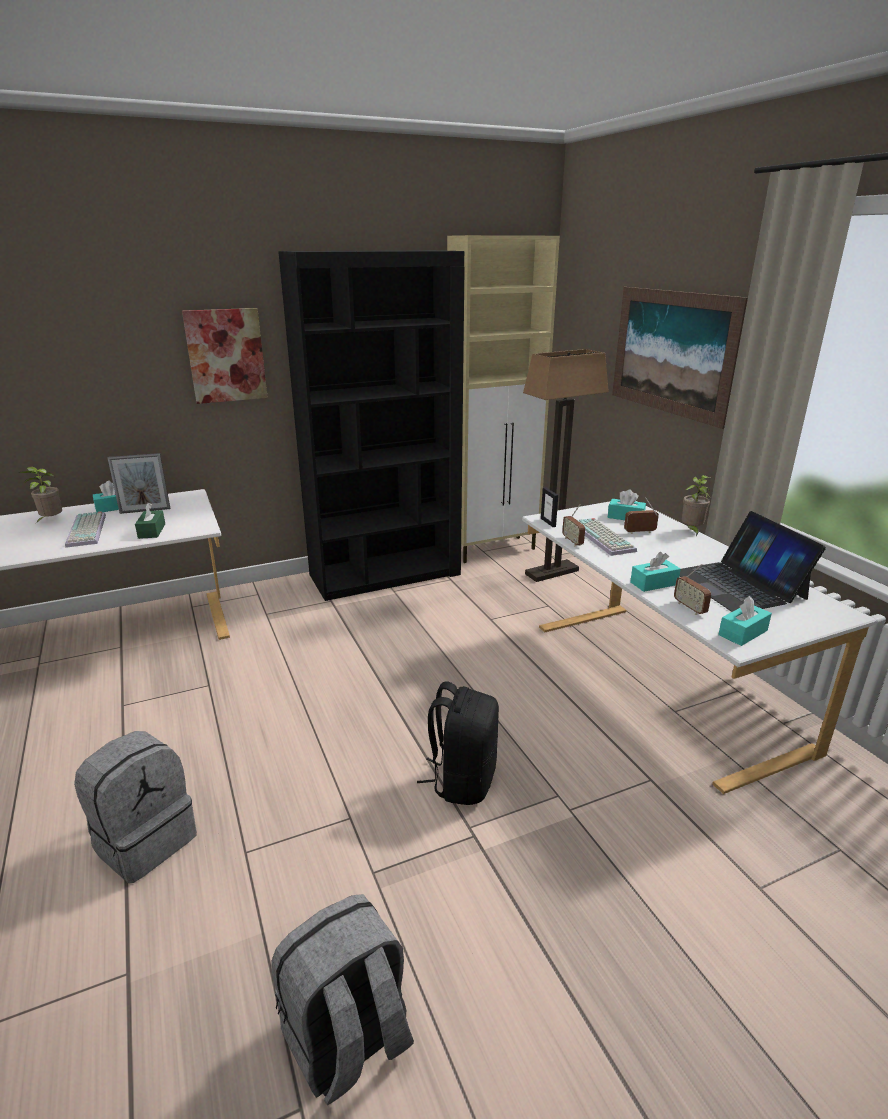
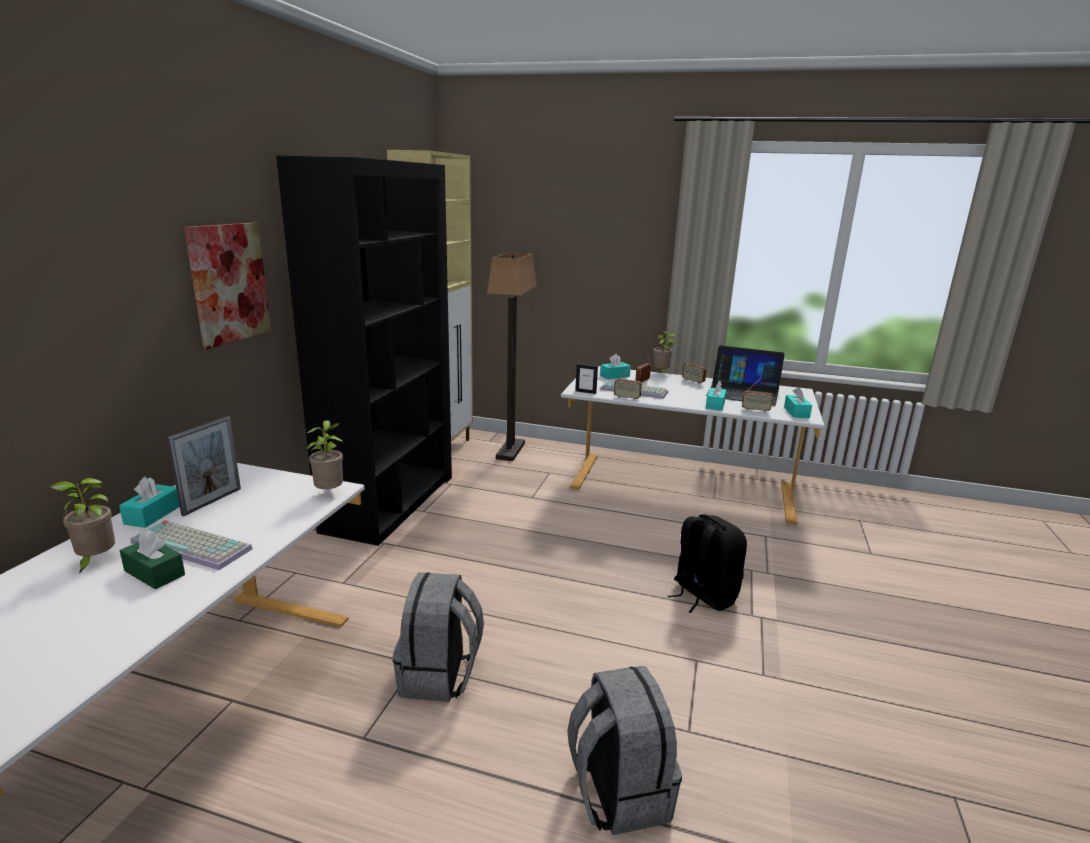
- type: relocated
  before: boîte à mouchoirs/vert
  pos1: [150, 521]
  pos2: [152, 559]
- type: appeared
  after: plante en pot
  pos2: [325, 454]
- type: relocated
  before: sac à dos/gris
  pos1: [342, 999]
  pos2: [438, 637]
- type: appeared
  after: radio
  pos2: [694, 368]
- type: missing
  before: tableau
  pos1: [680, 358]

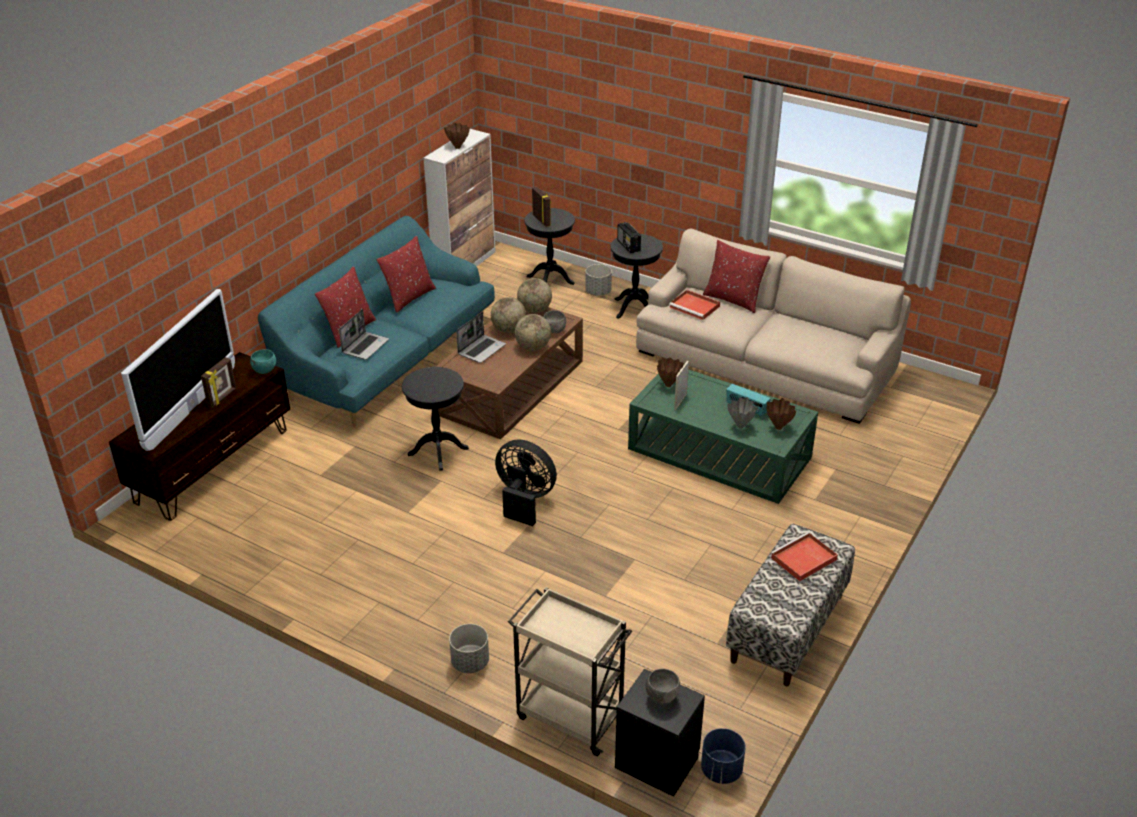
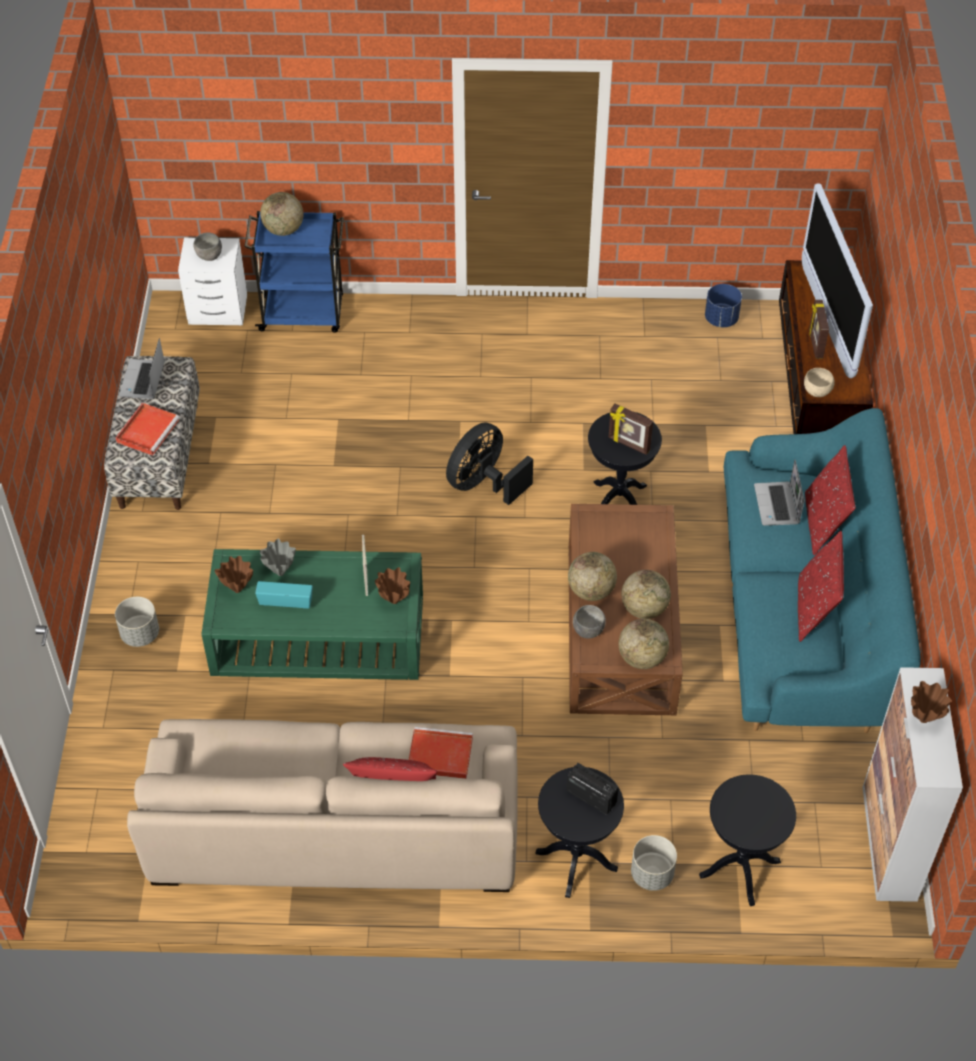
- type: relocated
  before: cache-pot/gris
  pos1: [469, 648]
  pos2: [137, 622]
- type: relocated
  before: ordinateur portable
  pos1: [481, 337]
  pos2: [141, 368]
- type: colour
  before: table de chevet/noir
  after: table de chevet/blanc
  pos1: [660, 733]
  pos2: [212, 281]
- type: colour
  before: chariot/beige
  after: chariot/bleu
  pos1: [570, 671]
  pos2: [294, 272]
- type: appeared
  after: globe
  pos2: [281, 214]
- type: spun
  before: ventilateur/noir
  pos1: [526, 482]
  pos2: [489, 463]
  turn: 135
- type: relocated
  before: cadre photo
  pos1: [541, 207]
  pos2: [631, 429]
- type: relocated
  before: cache-pot/bleu
  pos1: [723, 756]
  pos2: [723, 305]
- type: colour
  before: bol/turquoise
  after: bol/beige
  pos1: [263, 361]
  pos2: [819, 382]

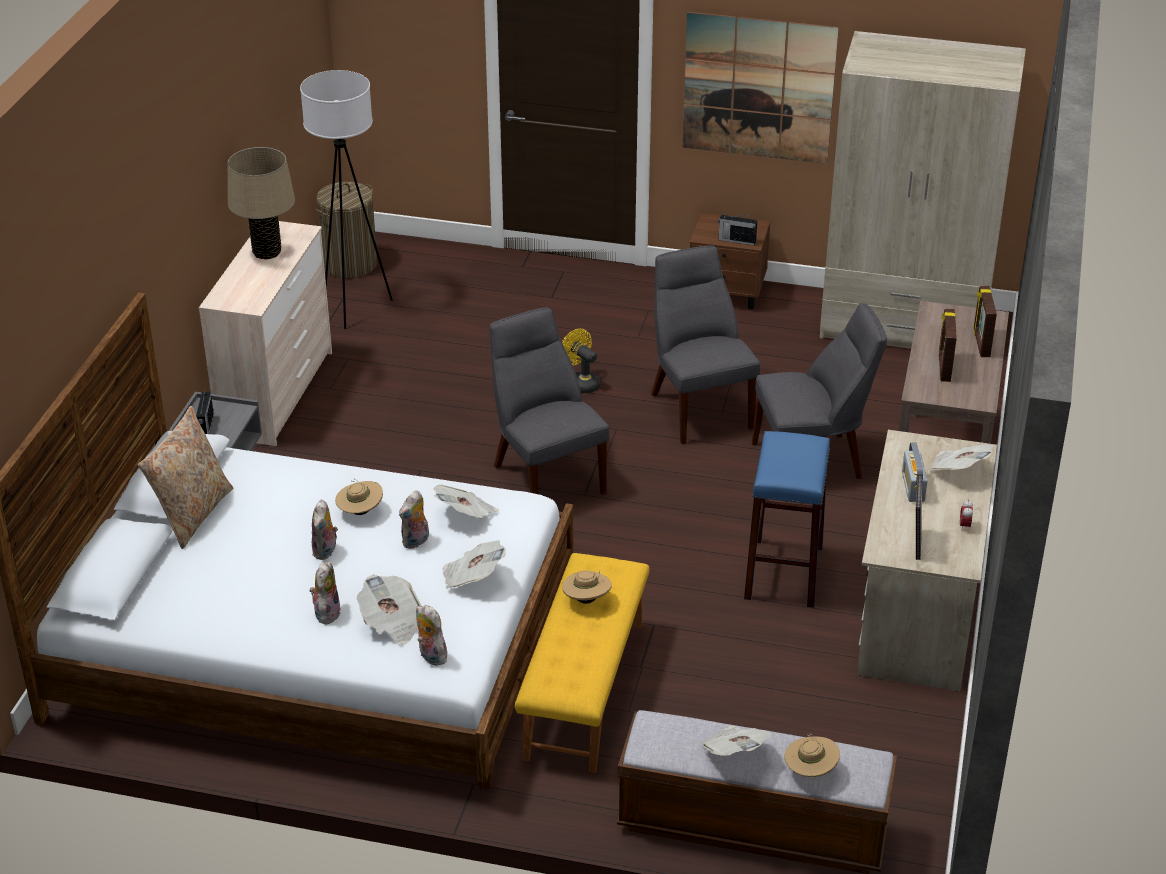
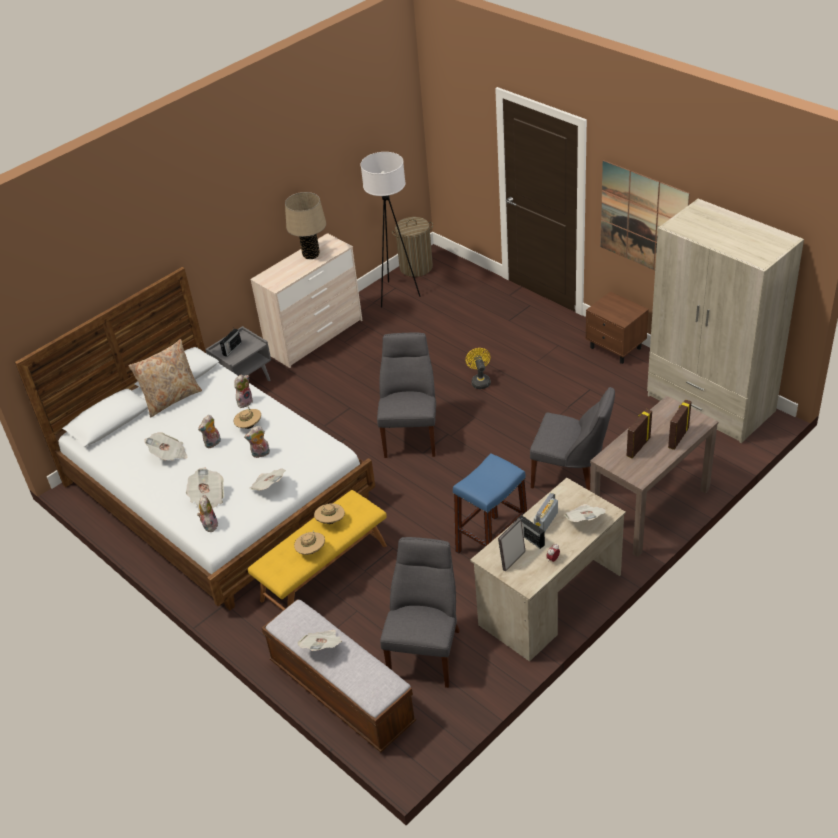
- type: relocated
  before: journal
  pos1: [466, 502]
  pos2: [165, 446]
- type: relocated
  before: peluche
  pos1: [325, 593]
  pos2: [243, 391]
- type: relocated
  before: chapeau/beige
  pos1: [812, 755]
  pos2: [309, 543]
- type: relocated
  before: chaise/gris
  pos1: [705, 344]
  pos2: [420, 612]
- type: relocated
  before: radio
  pos1: [737, 230]
  pos2: [531, 532]

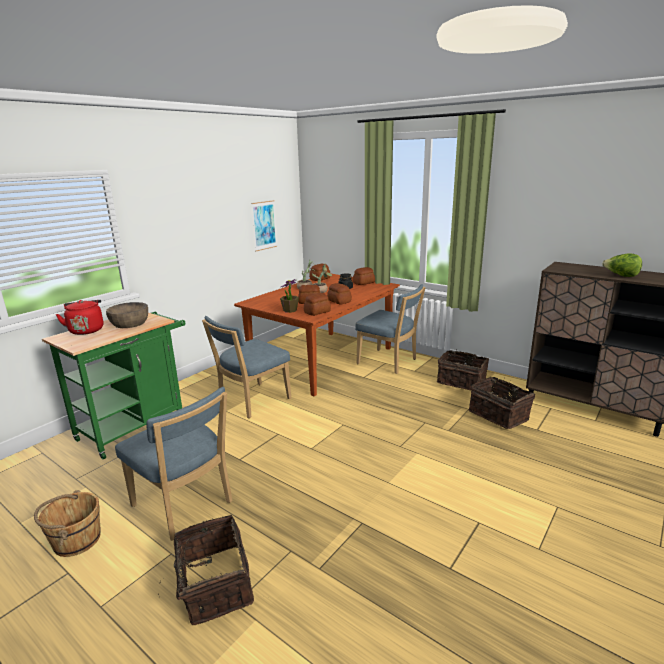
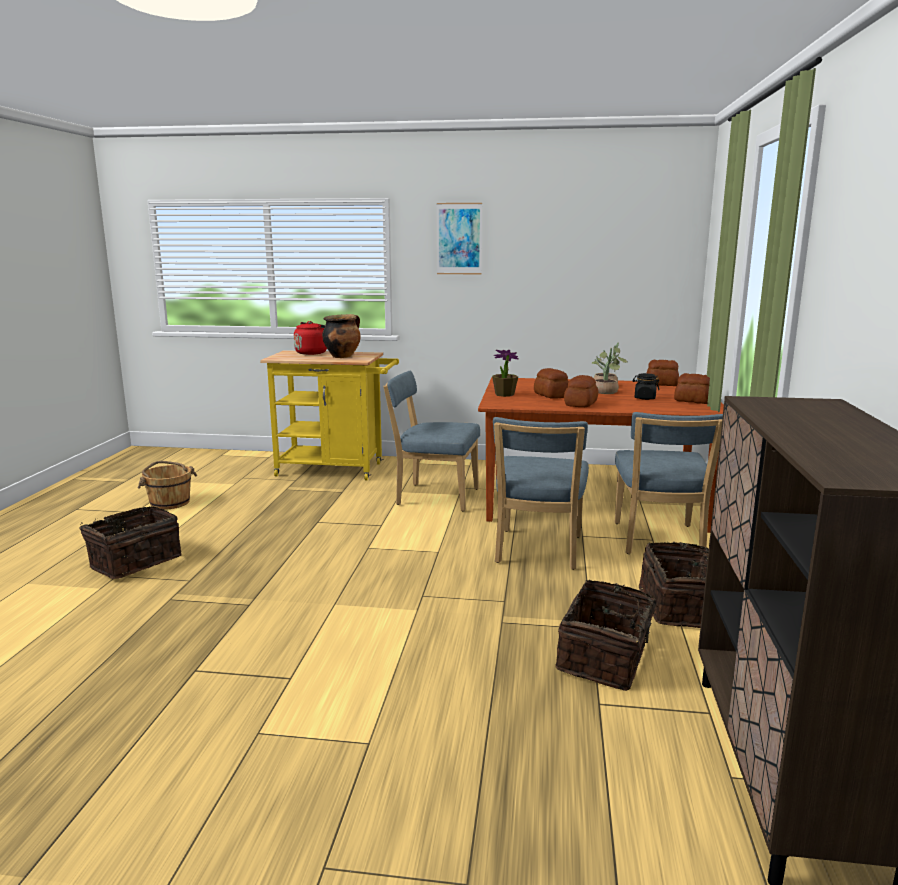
- type: colour
  before: chariot/vert
  after: chariot/jaune
  pos1: [113, 386]
  pos2: [329, 415]
- type: exchanged
  before: bol/marron
  after: marmite
  pos1: [127, 315]
  pos2: [341, 336]
- type: relocated
  before: tableau
  pos1: [264, 225]
  pos2: [459, 238]
- type: relocated
  before: chaise/bleu
  pos1: [173, 464]
  pos2: [541, 493]
- type: missing
  before: pain
  pos1: [317, 304]
- type: missing
  before: laitue
  pos1: [622, 265]

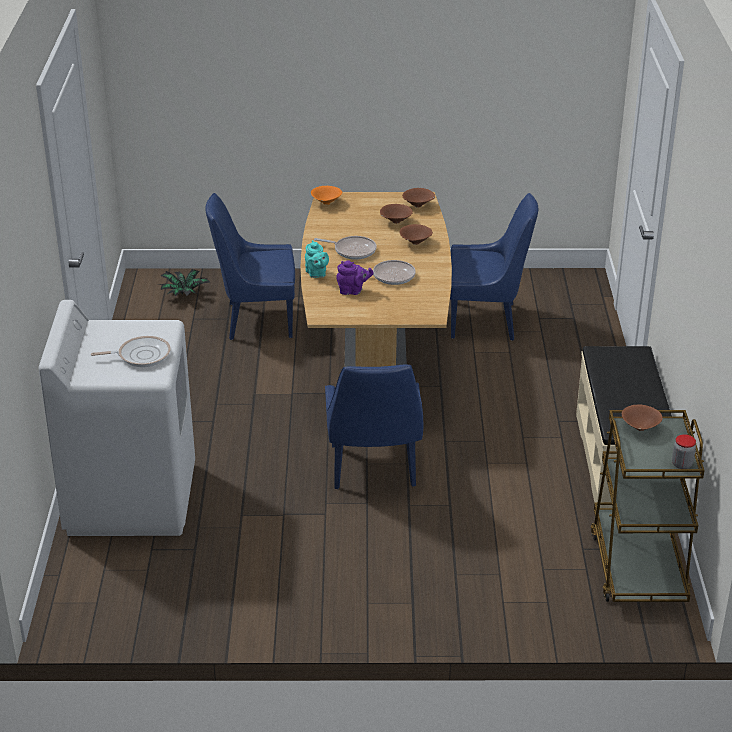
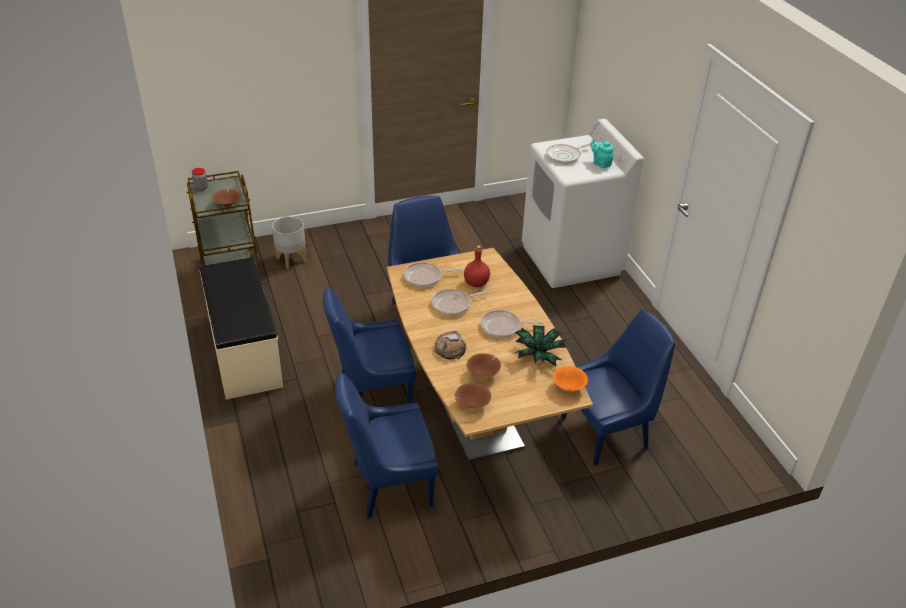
- type: appeared
  after: cache-pot/gris
  pos2: [289, 242]
- type: appeared
  after: chaise/bleu
  pos2: [369, 345]
- type: appeared
  after: poêle
  pos2: [433, 274]
- type: exchanged
  before: bol/marron
  after: pain
  pos1: [416, 234]
  pos2: [450, 345]
- type: exchanged
  before: théière/violet
  after: bouteille/rouge
  pos1: [355, 278]
  pos2: [477, 266]
- type: relocated
  before: plante en pot
  pos1: [185, 282]
  pos2: [541, 345]
- type: relocated
  before: théière/turquoise
  pos1: [317, 259]
  pos2: [602, 153]

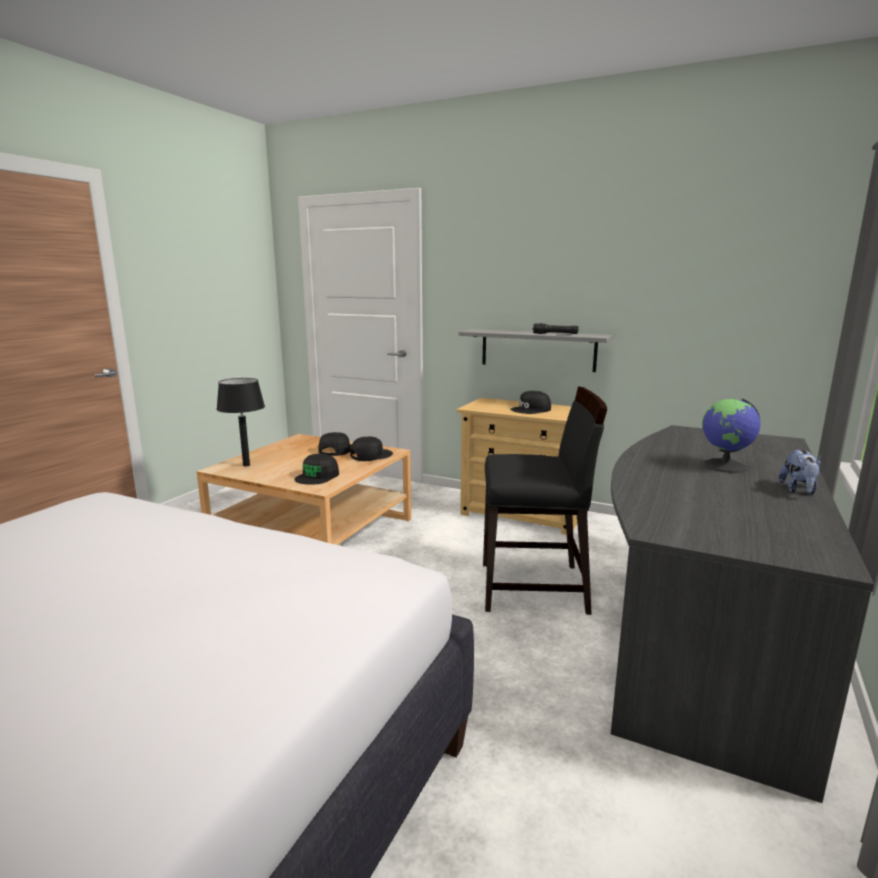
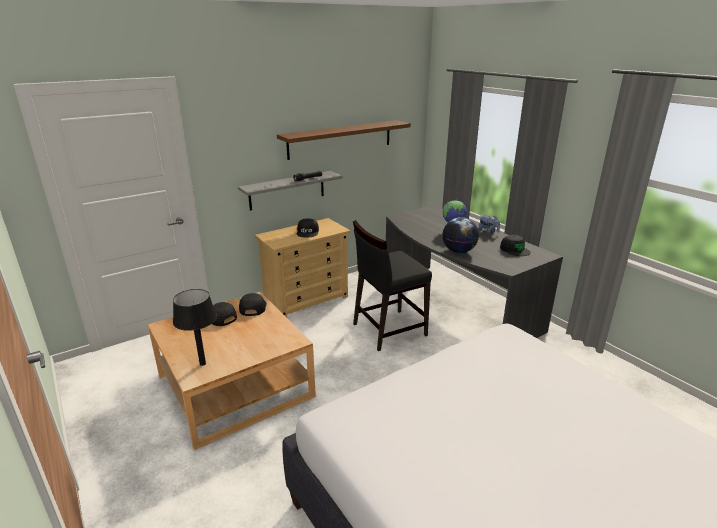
- type: appeared
  after: étagère/marron
  pos2: [344, 140]
- type: spun
  before: chaise/noir
  pos1: [545, 500]
  pos2: [392, 285]
  turn: -150
- type: appeared
  after: globe
  pos2: [460, 235]
- type: relocated
  before: casquette/noir
  pos1: [316, 469]
  pos2: [515, 245]

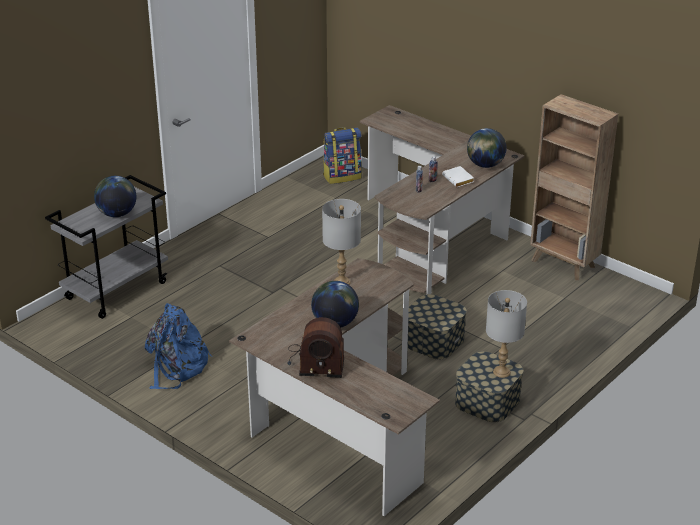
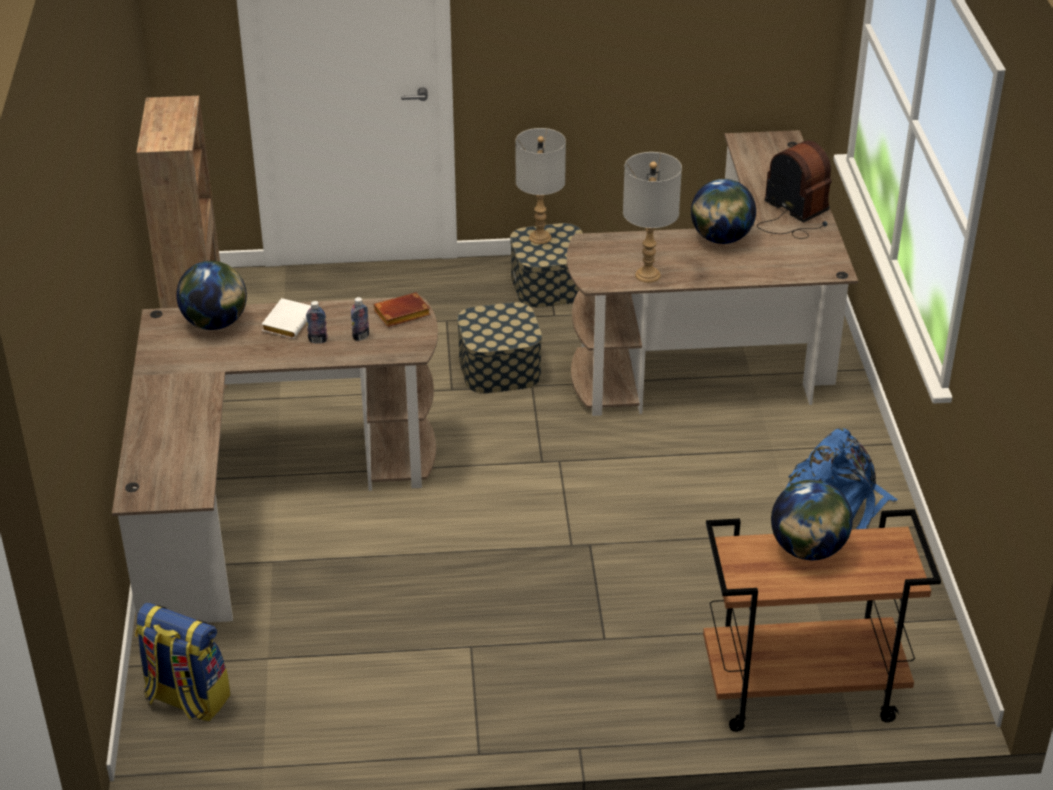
- type: appeared
  after: livre/marron
  pos2: [402, 309]
- type: colour
  before: chariot/gris
  after: chariot/marron
  pos1: [106, 247]
  pos2: [822, 620]

